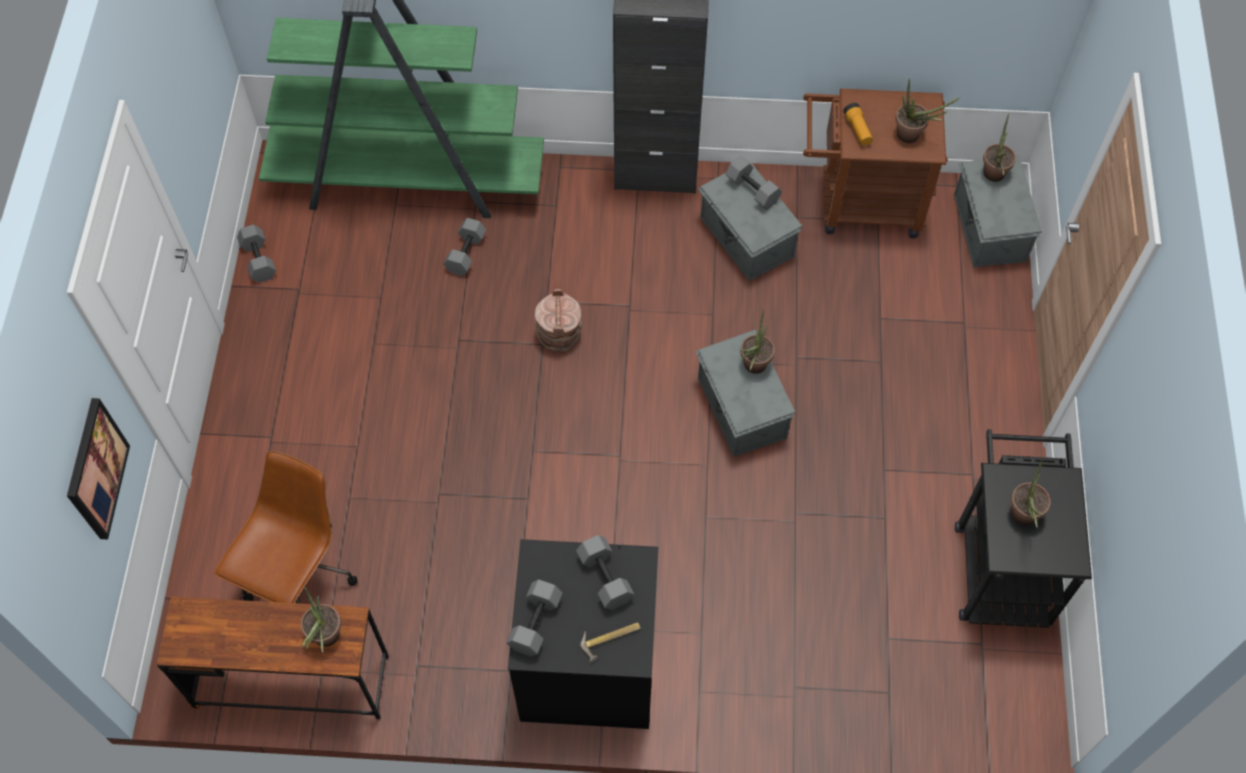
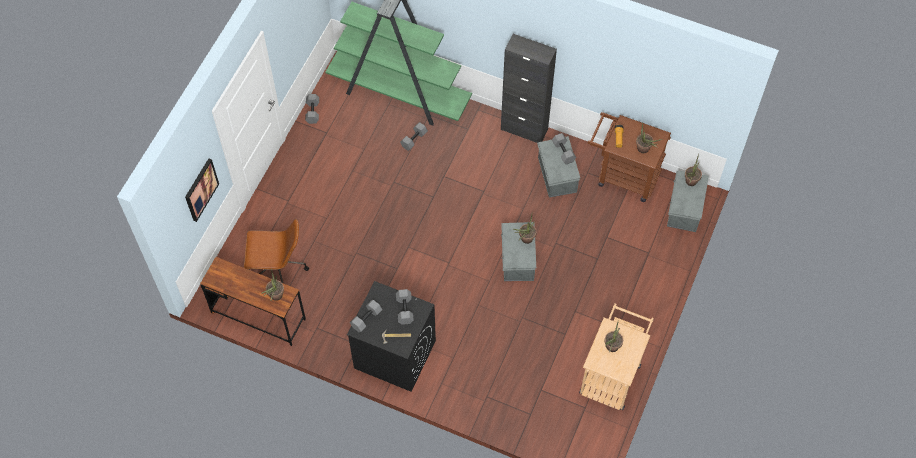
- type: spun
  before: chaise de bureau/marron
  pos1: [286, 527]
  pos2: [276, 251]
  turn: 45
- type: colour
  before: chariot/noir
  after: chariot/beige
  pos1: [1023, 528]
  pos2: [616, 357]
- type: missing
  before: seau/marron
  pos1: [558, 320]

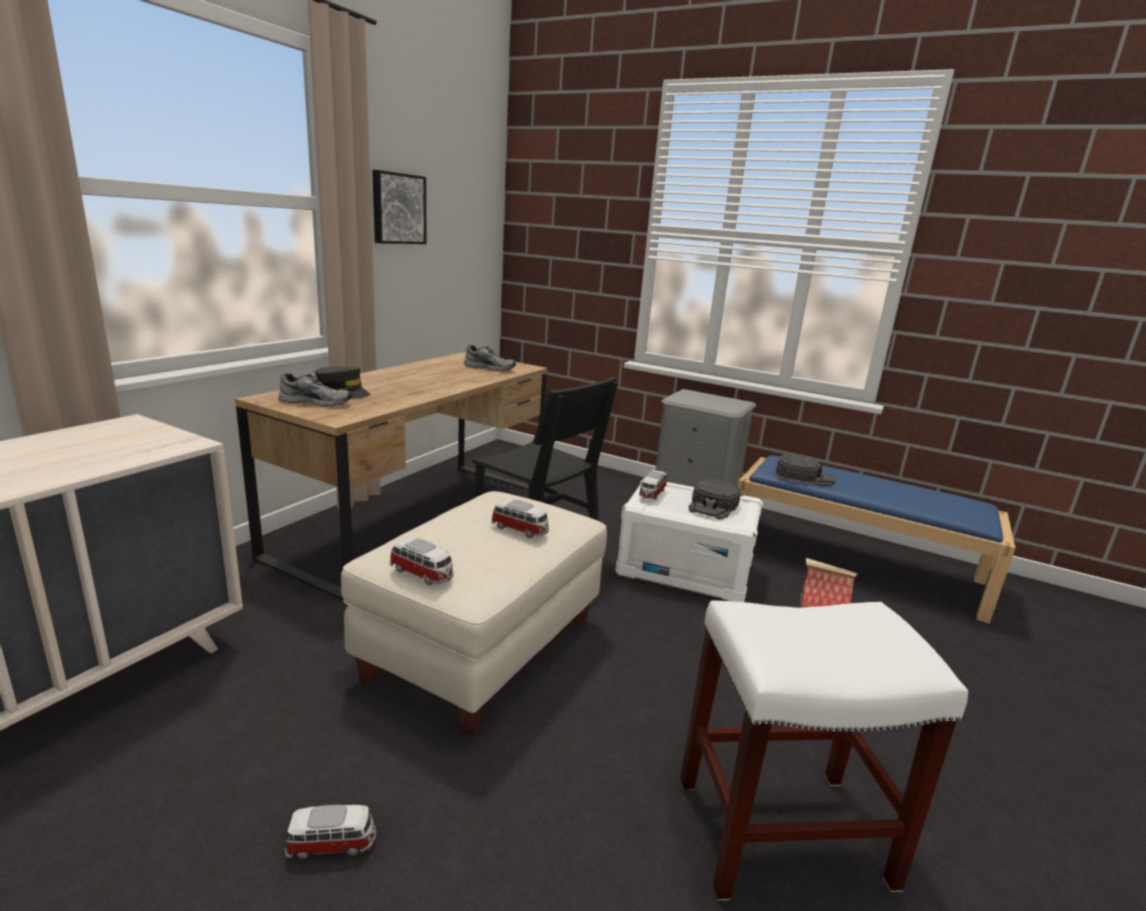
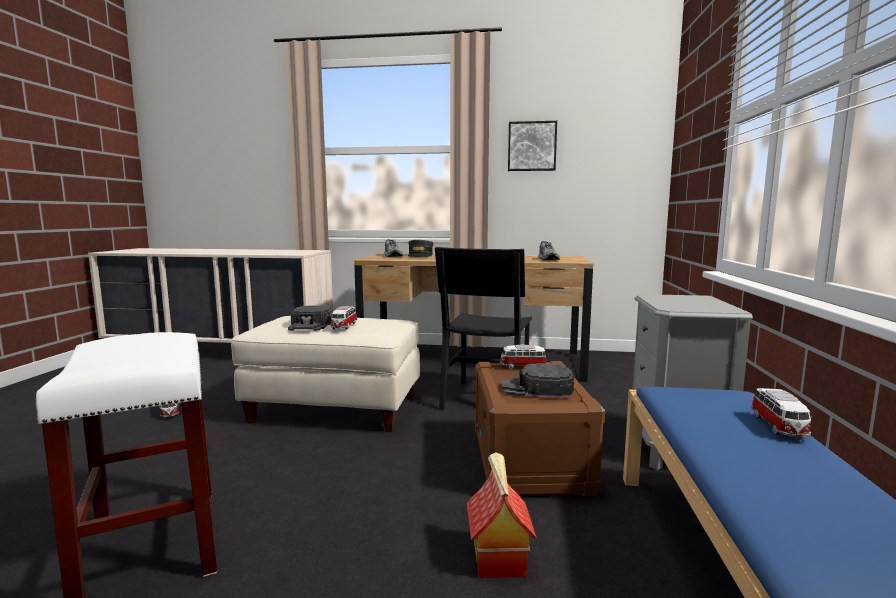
- type: relocated
  before: casquette/noir
  pos1: [805, 470]
  pos2: [310, 318]
- type: colour
  before: boîte de rangement/blanc
  after: boîte de rangement/marron
  pos1: [689, 540]
  pos2: [540, 428]
- type: relocated
  before: petite voiture
  pos1: [422, 561]
  pos2: [781, 412]

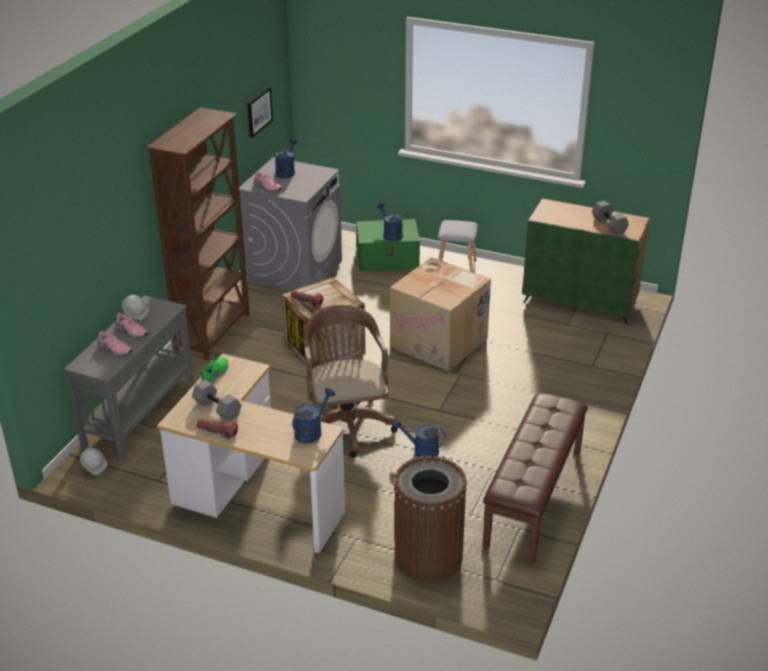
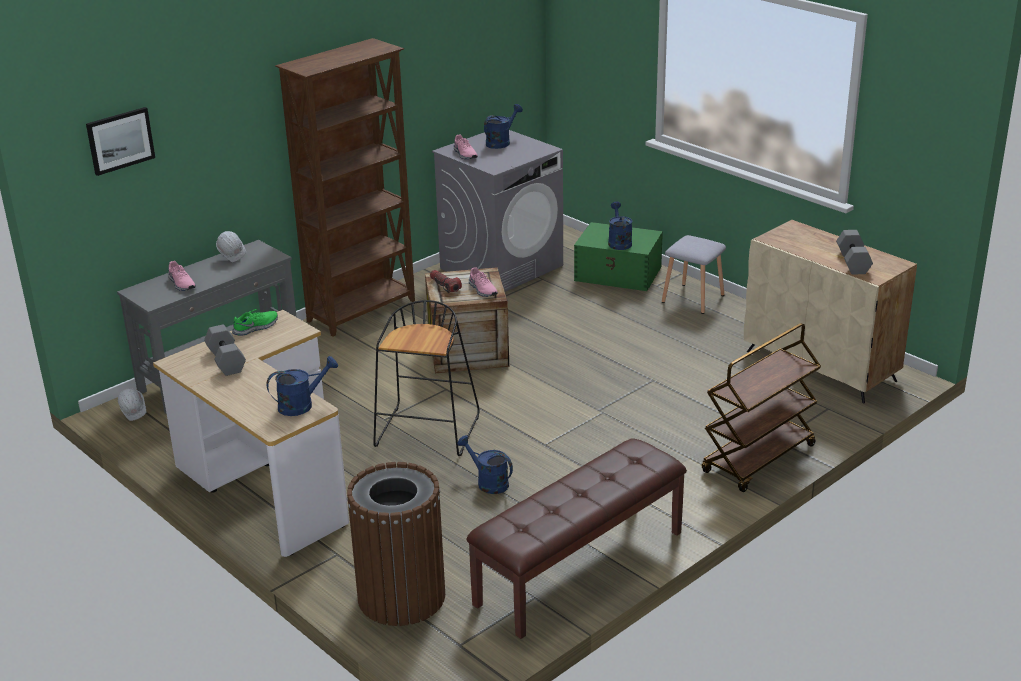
- type: relocated
  before: tableau
  pos1: [260, 112]
  pos2: [120, 141]
- type: exchanged
  before: chaise de bureau/marron
  after: tabouret/noir
  pos1: [351, 381]
  pos2: [426, 378]
- type: relocated
  before: chaussure/rose
  pos1: [132, 325]
  pos2: [483, 282]
- type: appeared
  after: chariot/marron
  pos2: [761, 407]
- type: colour
  before: meuble de rangement/vert
  after: meuble de rangement/beige
  pos1: [586, 261]
  pos2: [830, 311]
- type: missing
  before: lampe de poche
  pos1: [217, 429]
- type: missing
  before: carton
  pos1: [440, 314]

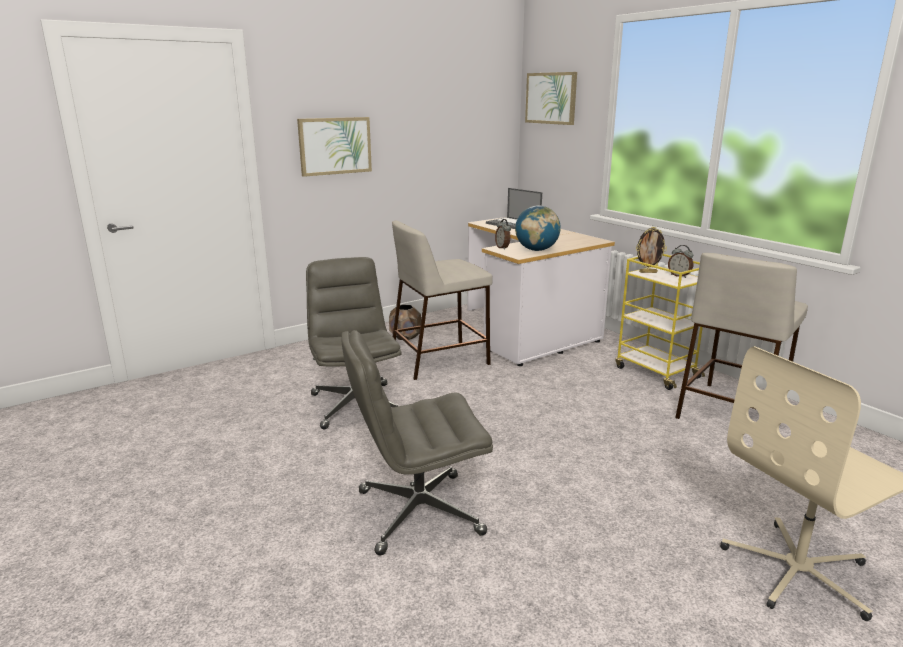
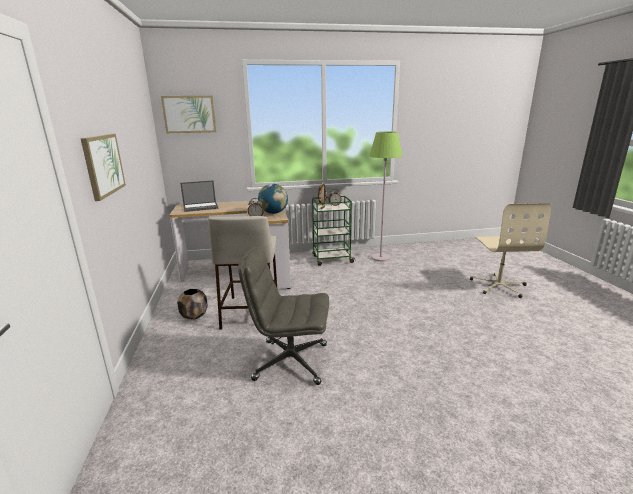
- type: colour
  before: chariot/jaune
  after: chariot/vert
  pos1: [660, 322]
  pos2: [333, 231]
- type: exchanged
  before: tabouret/beige
  after: lampadaire/vert
  pos1: [741, 336]
  pos2: [385, 197]
- type: missing
  before: chaise de bureau/gris
  pos1: [417, 443]

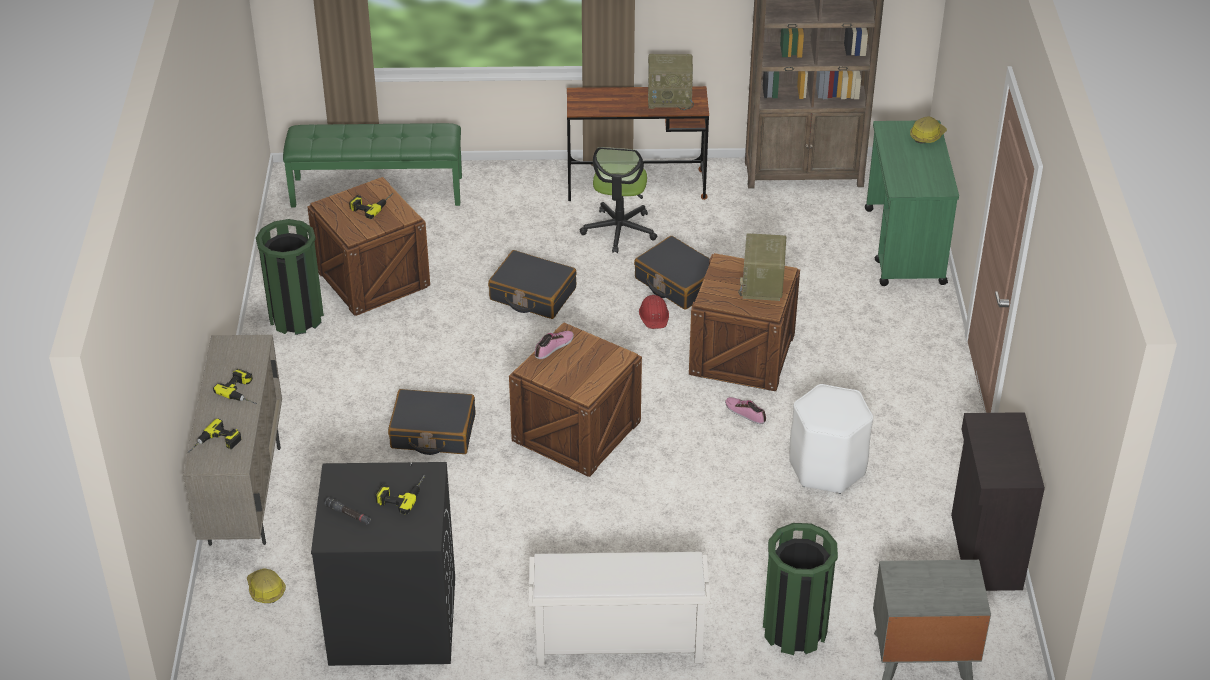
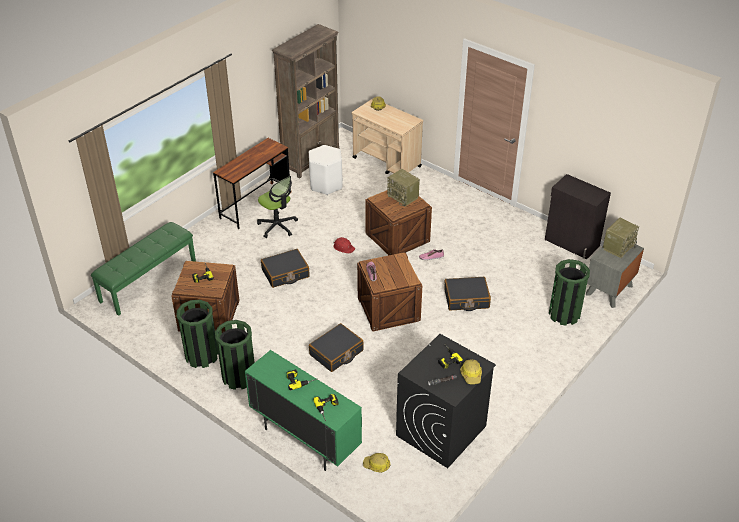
- type: appeared
  after: poubelle/vert
  pos2: [235, 355]
- type: colour
  before: meuble de rangement/beige
  after: meuble de rangement/vert
  pos1: [232, 440]
  pos2: [303, 410]
- type: relocated
  before: tabouret/blanc
  pos1: [831, 439]
  pos2: [326, 170]
- type: colour
  before: chariot/vert
  after: chariot/beige
  pos1: [912, 203]
  pos2: [387, 136]
- type: relocated
  before: valise/noir
  pos1: [672, 273]
  pos2: [467, 294]
- type: appeared
  after: casque de chantier
  pos2: [471, 371]
- type: relocated
  before: radio
  pos1: [671, 82]
  pos2: [621, 238]
- type: missing
  before: étagère à chaussures/blanc
  pos1: [619, 609]

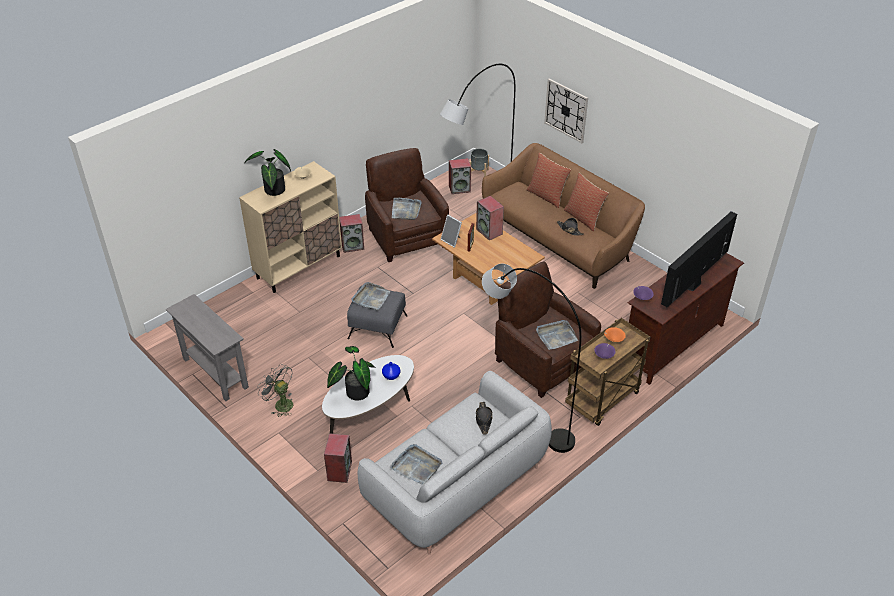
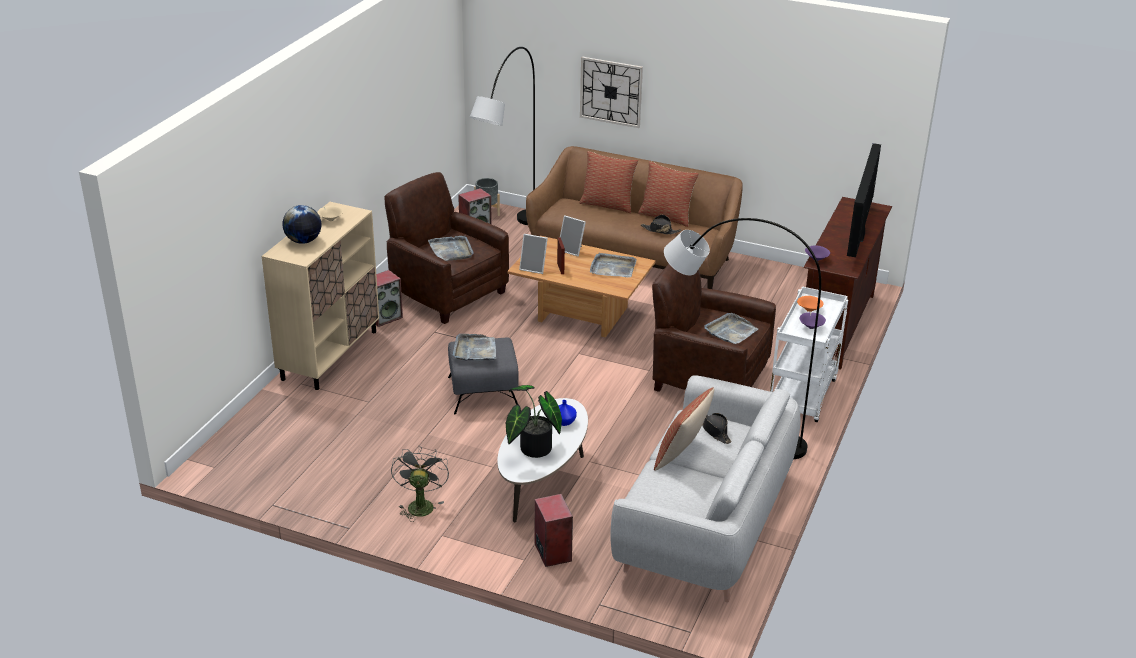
- type: exchanged
  before: plante en pot
  after: globe
  pos1: [267, 172]
  pos2: [301, 224]
- type: spun
  before: ventilateur/gris
  pos1: [275, 390]
  pos2: [420, 484]
  turn: 75
- type: exchanged
  before: enceinte
  after: cadre photo
  pos1: [490, 218]
  pos2: [573, 236]
- type: relocated
  before: plateau/gris
  pos1: [416, 464]
  pos2: [613, 265]
- type: appeared
  after: coussin
  pos2: [684, 429]
- type: colour
  before: chariot/marron
  after: chariot/blanc
  pos1: [607, 372]
  pos2: [809, 354]
- type: missing
  before: table console/gris
  pos1: [207, 347]

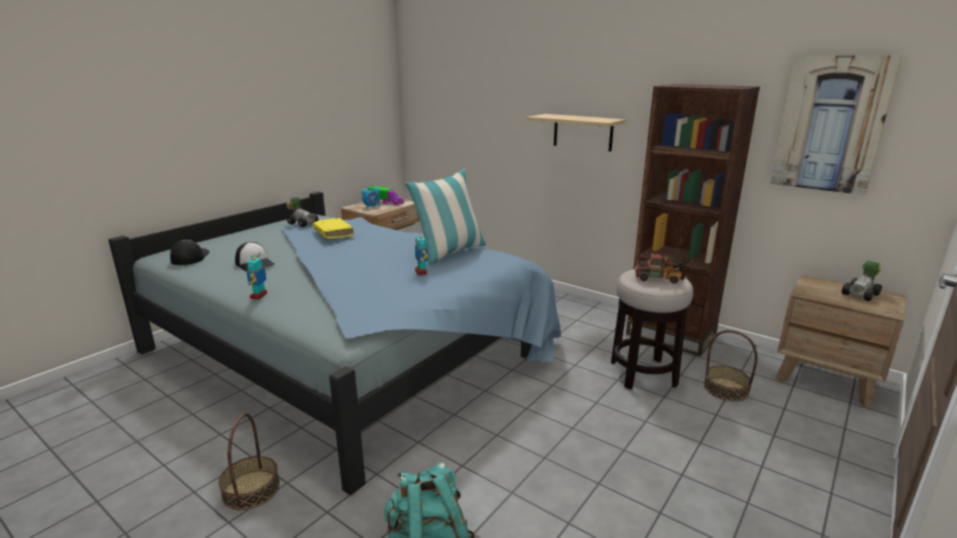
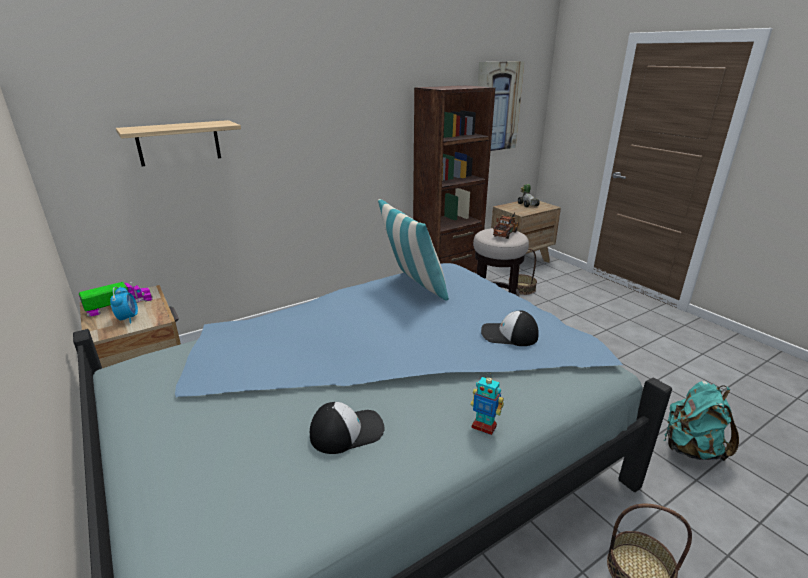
- type: relocated
  before: étagère
  pos1: [576, 133]
  pos2: [178, 143]
- type: relocated
  before: casquette
  pos1: [190, 252]
  pos2: [510, 328]
- type: missing
  before: petite voiture
  pos1: [302, 212]
- type: missing
  before: livre/jaune
  pos1: [333, 228]
- type: missing
  before: robot jouet
  pos1: [421, 255]

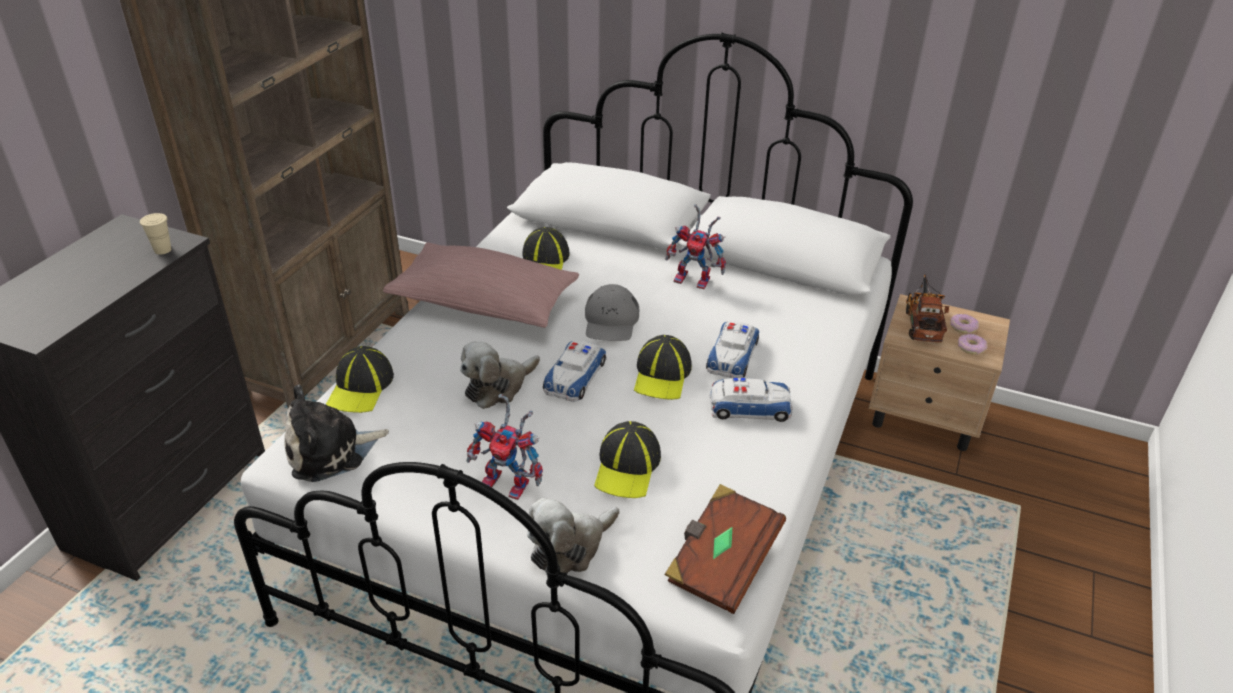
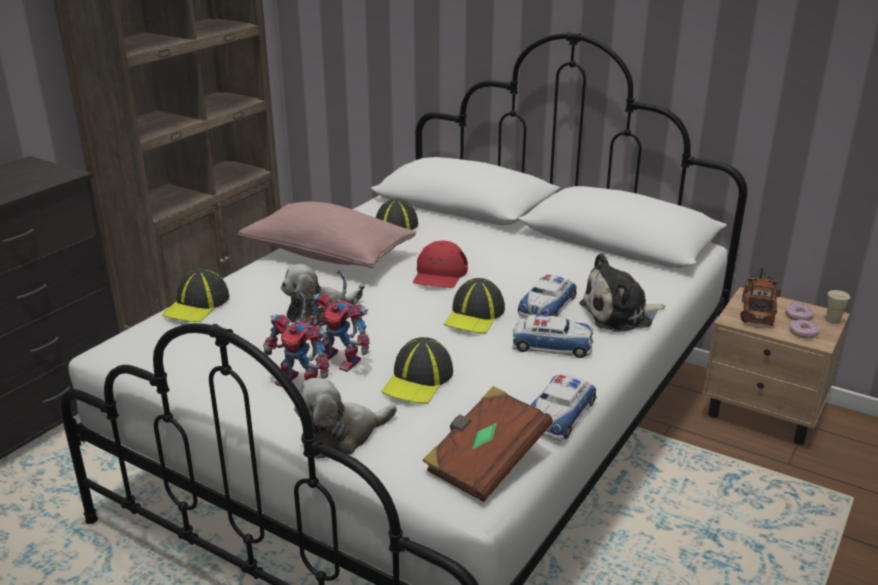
- type: relocated
  before: robot jouet
  pos1: [695, 246]
  pos2: [338, 320]
- type: colour
  before: casquette/gris
  after: casquette/rouge
  pos1: [612, 312]
  pos2: [440, 264]
- type: relocated
  before: petite voiture
  pos1: [575, 371]
  pos2: [564, 407]
- type: relocated
  before: peluche
  pos1: [336, 433]
  pos2: [622, 292]
- type: relocated
  before: tasse/beige
  pos1: [155, 234]
  pos2: [838, 307]

